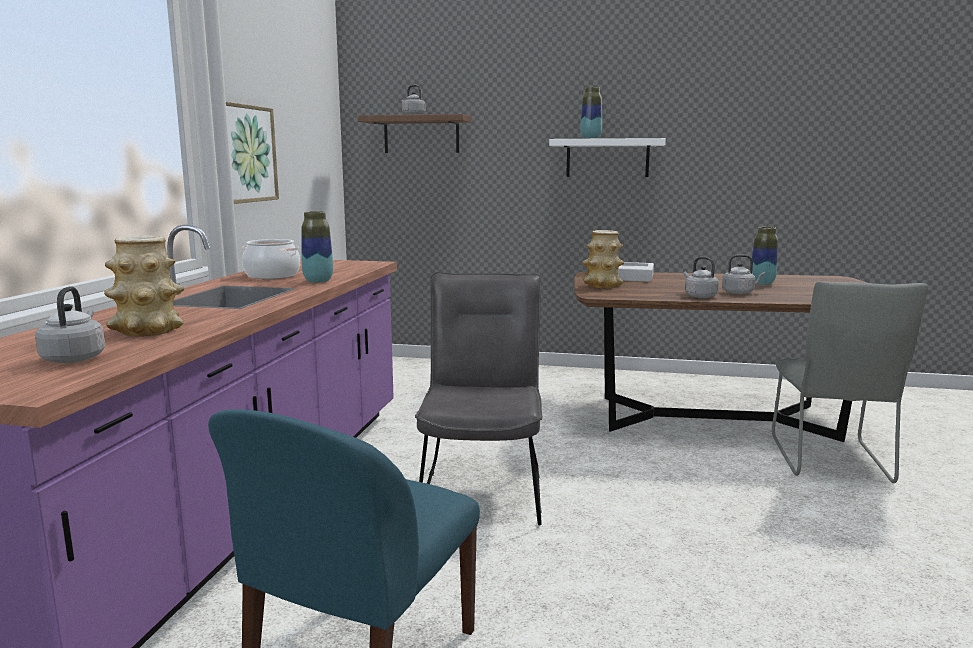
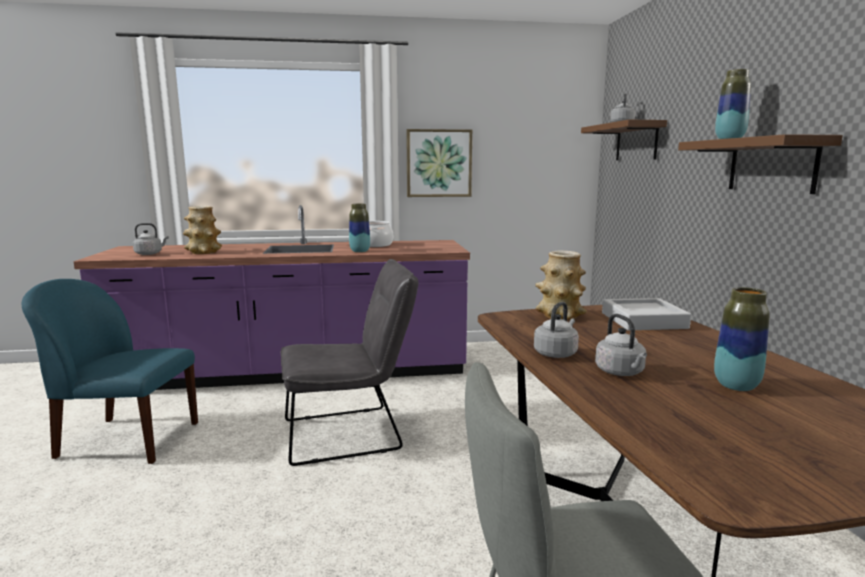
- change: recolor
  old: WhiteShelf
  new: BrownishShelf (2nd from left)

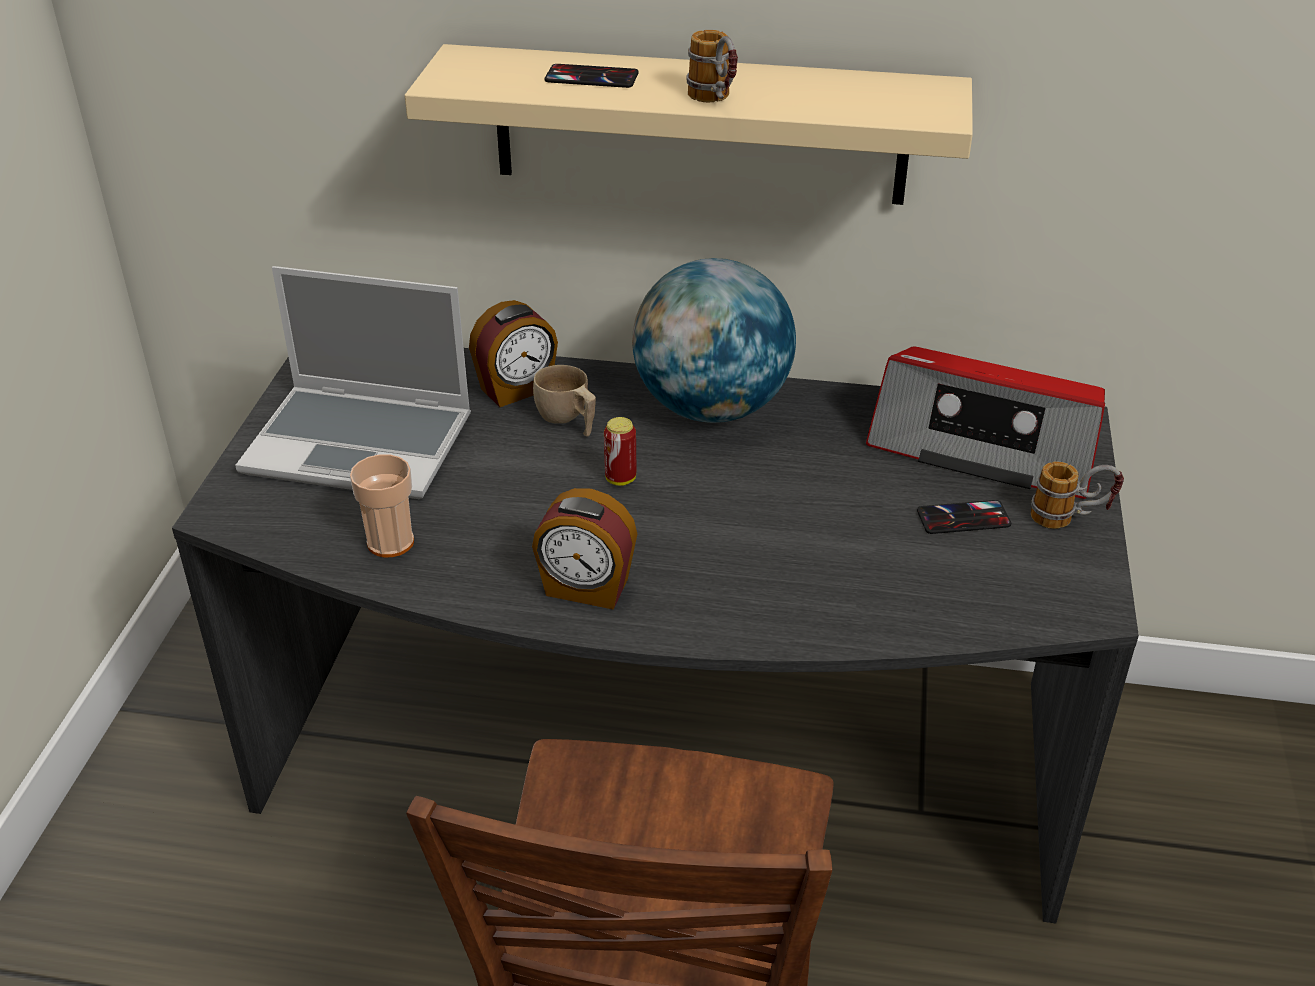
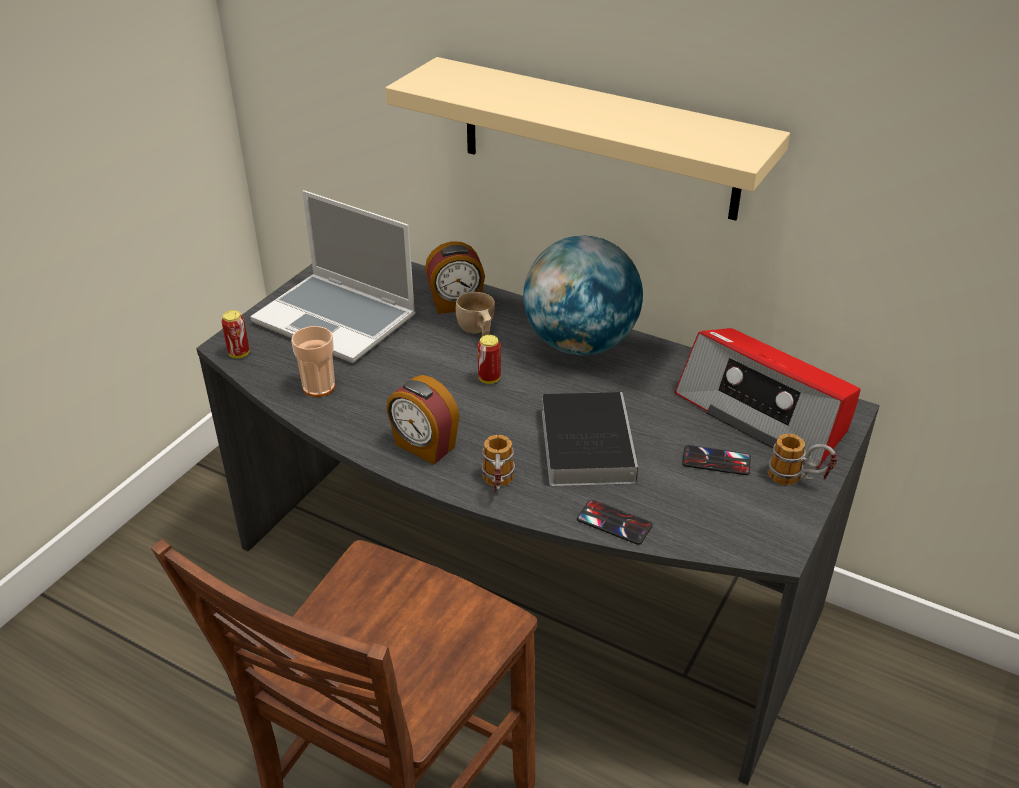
- change: insert
  new: Can (1st from left)
- change: move
  old: TeaMug (1st from left)
- change: insert
  new: BoundBook
- change: move
  old: Phone (1st from left)

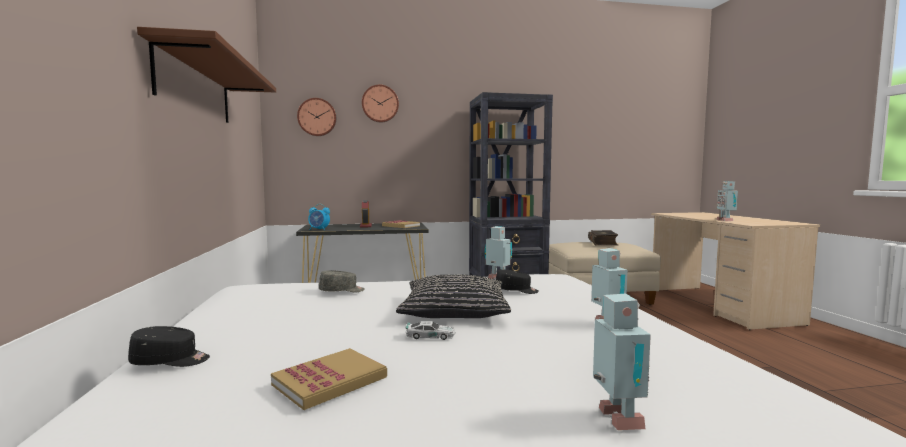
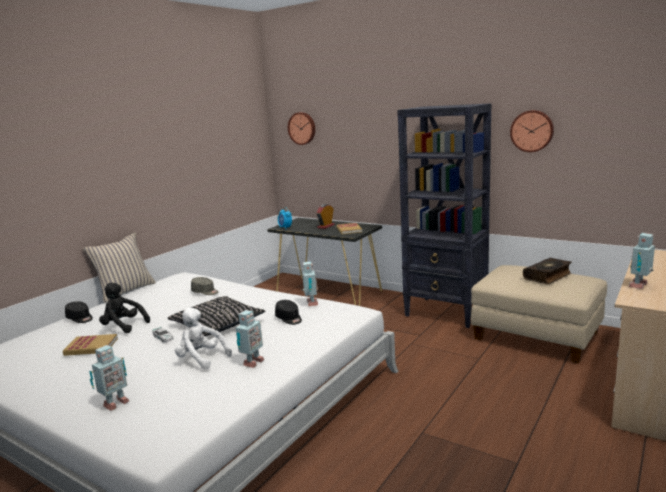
- change: insert
  new: SandColouredCushion
- change: insert
  new: BlackColouredSoftToy
- change: insert
  new: WhiteSoftToy
- change: move
  old: ClockOnTheWall (2nd from left)
- change: delete
  old: BrownishShelf

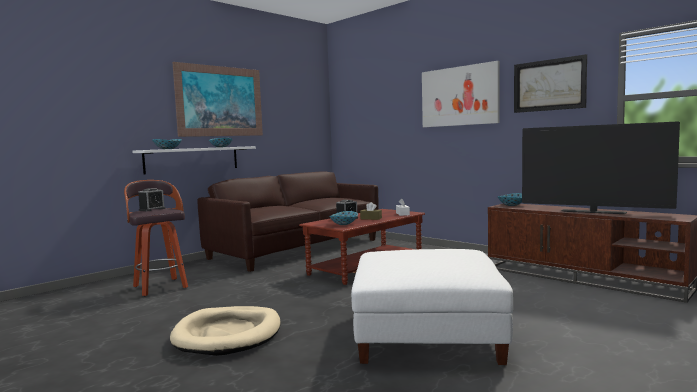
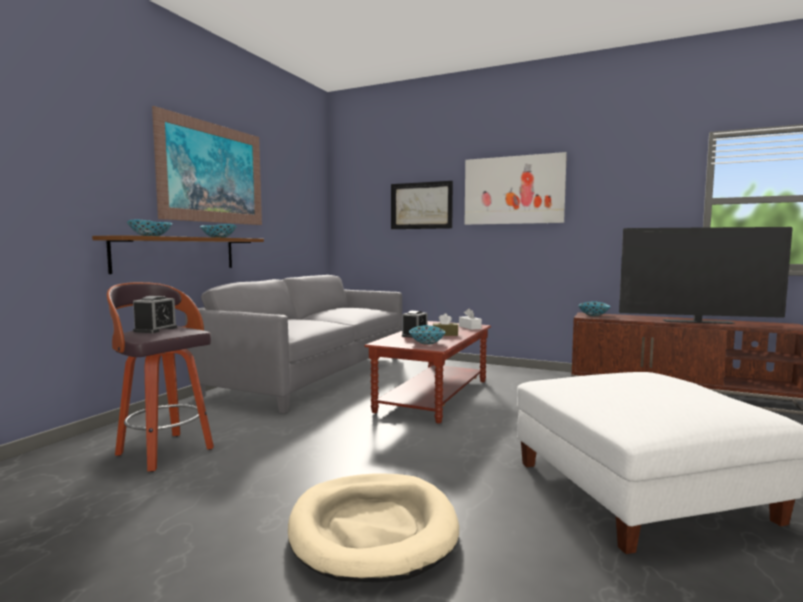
- change: recolor
  old: WhiteShelf
  new: BrownishShelf
- change: recolor
  old: BrownishSettee
  new: GraySettee
- change: move
  old: WallPicture (3rd from left in the first image)
  new: WallPicture (2nd from left)

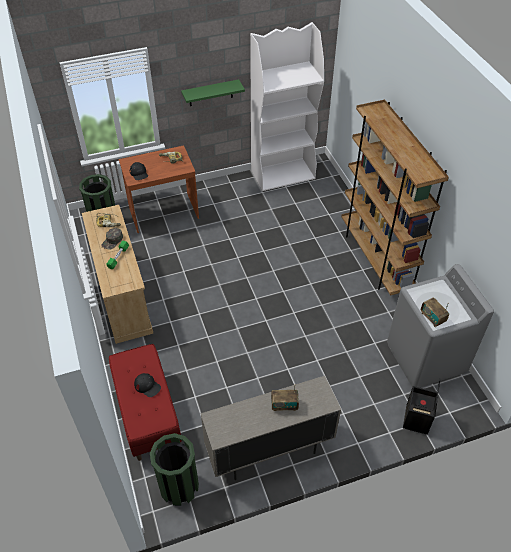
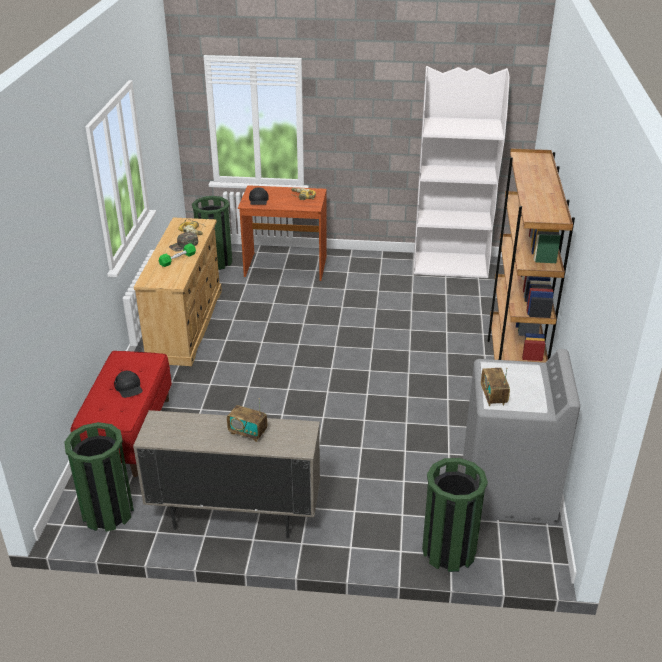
- change: replace
  old: BlackColouredStorageBin
  new: GreenColouredRubbishBin (3rd from left)
- change: delete
  old: GreenColouredShelf

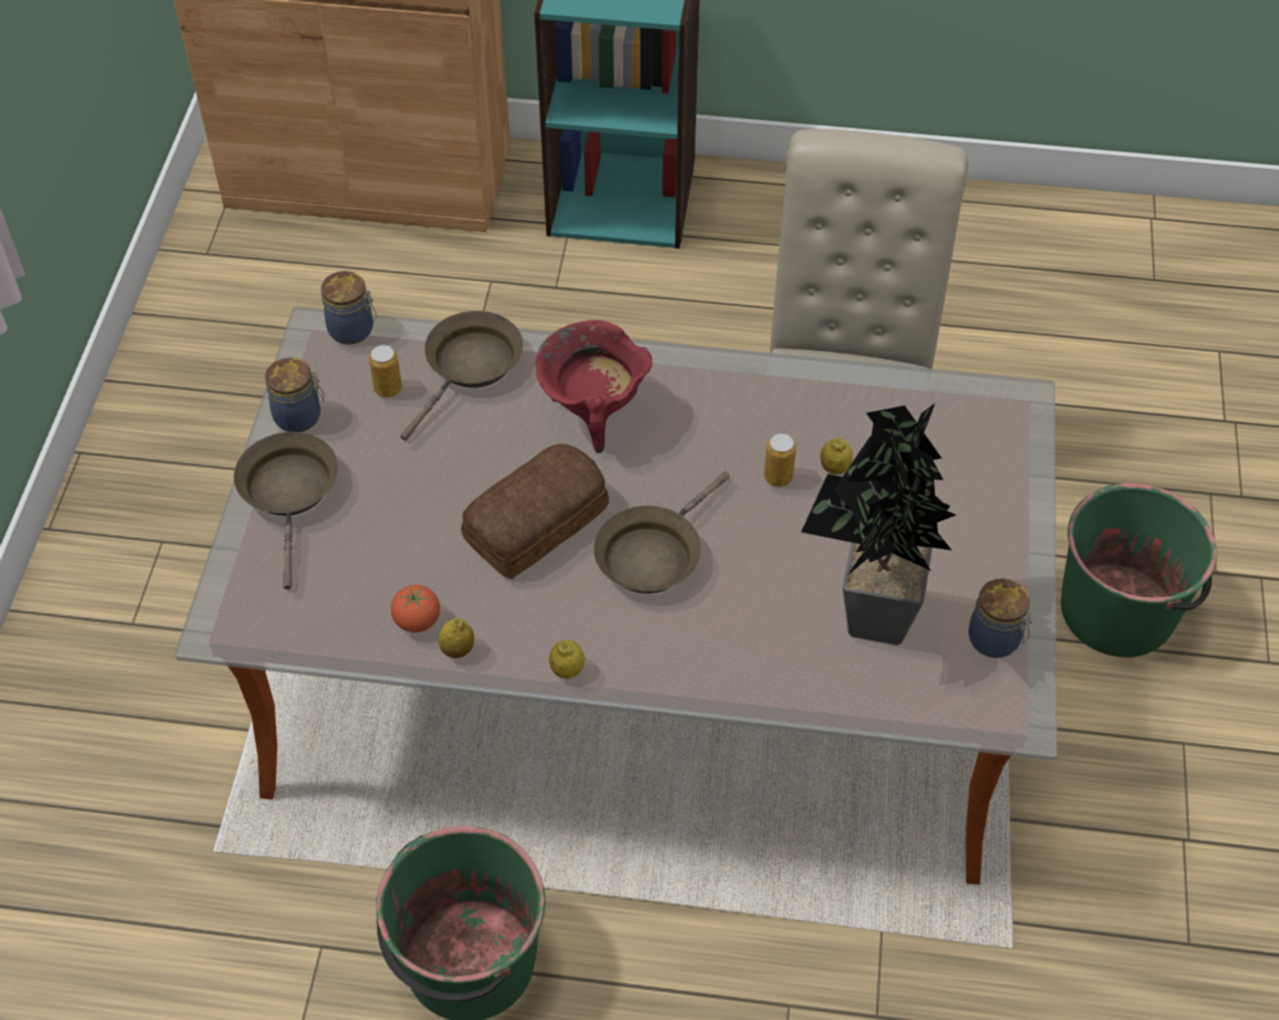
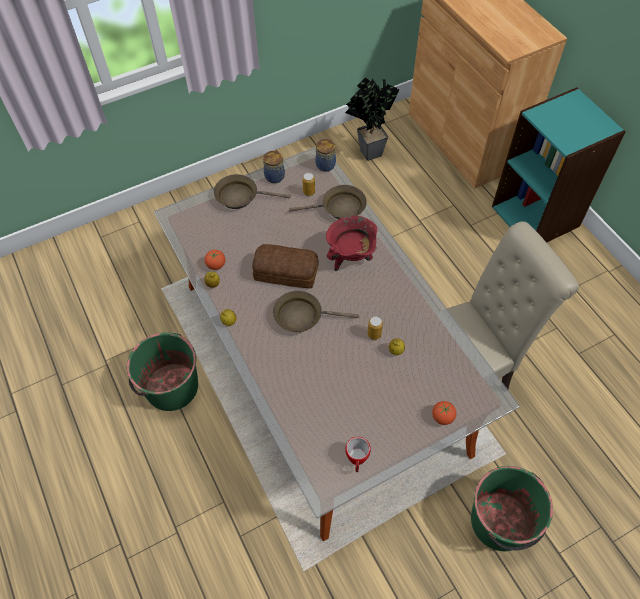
- change: rotate
  old: BrownishSkillet (1st from left)
  degrees: -135
- change: move
  old: Houseplant
- change: replace
  old: StorageJar (3rd from left)
  new: TeaMug
- change: insert
  new: FreshTomato (2nd from left)

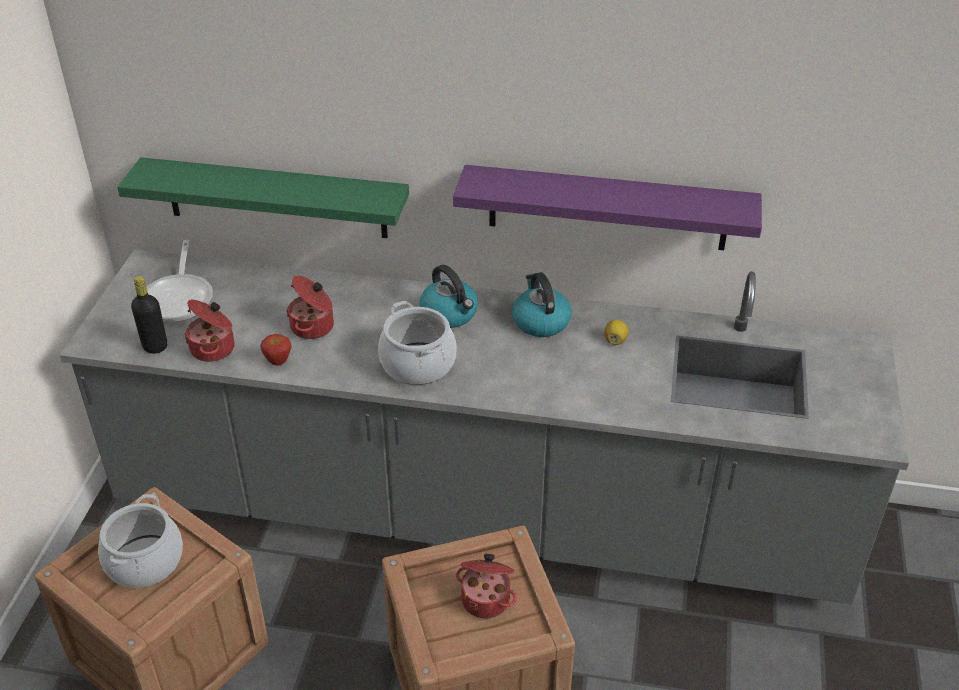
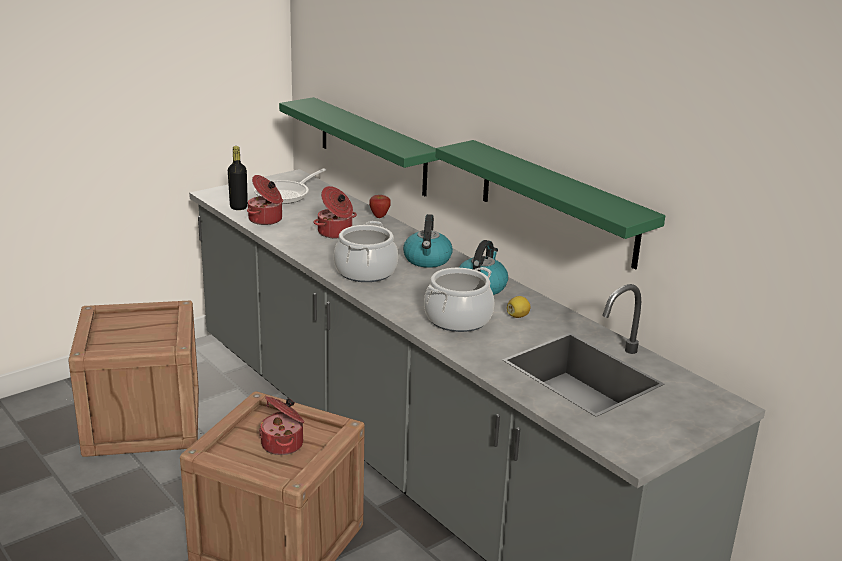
- change: move
  old: WholeApple
- change: move
  old: CookingPot (1st from left in the first image)
  new: CookingPot (5th from left)
- change: recolor
  old: PurpleColouredShelf
  new: GreenColouredShelf (2nd from left)

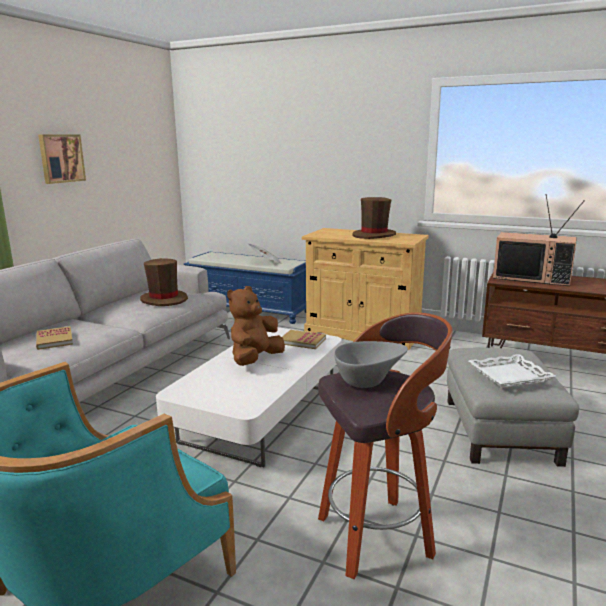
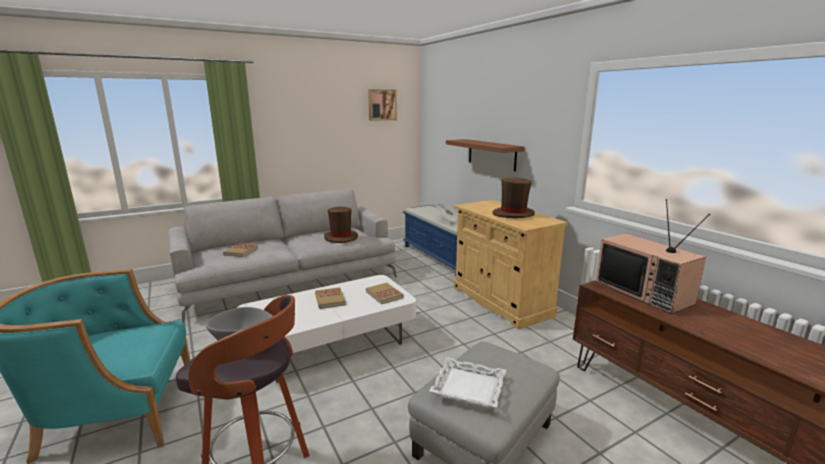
- change: replace
  old: BrownishSoftToy
  new: BoundBook (2nd from left)
- change: move
  old: WallPicture
- change: insert
  new: BrownishShelf

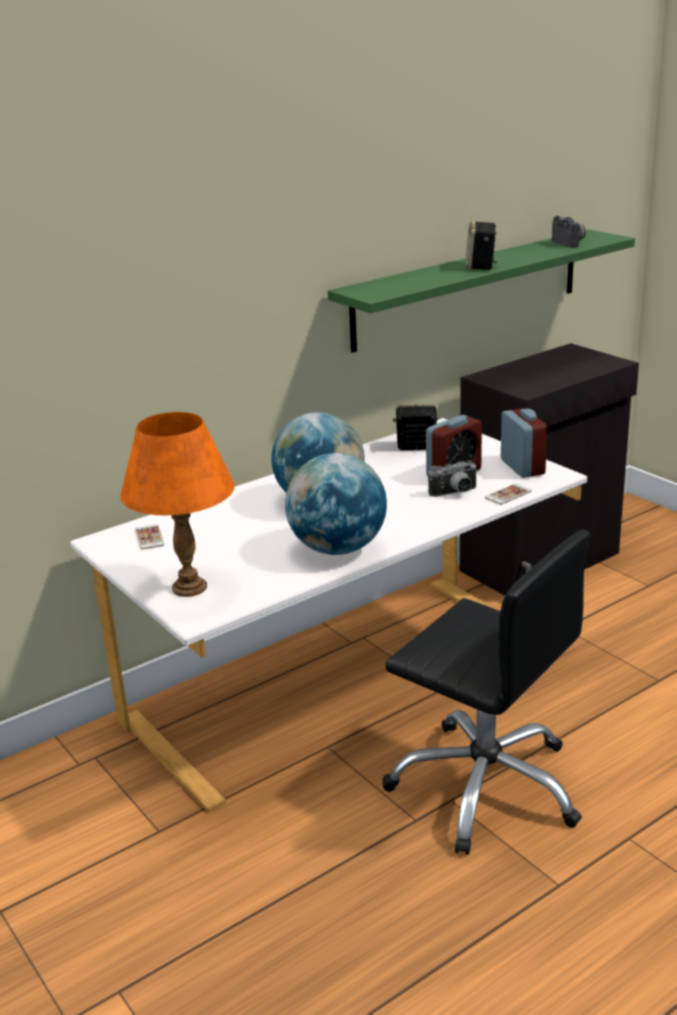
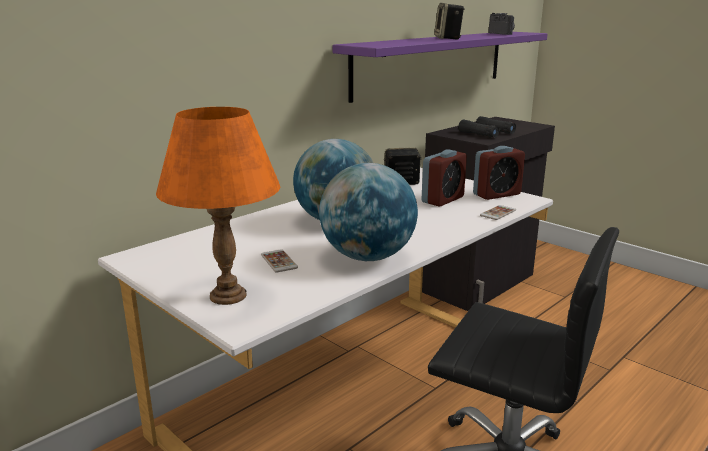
- change: move
  old: Phone (1st from left)
- change: recolor
  old: GreenColouredShelf
  new: PurpleColouredShelf
- change: insert
  new: BlackColouredFieldGlasses
- change: rotate
  old: TableClock (2nd from left)
  degrees: 90
- change: delete
  old: StillCamera (1st from left)

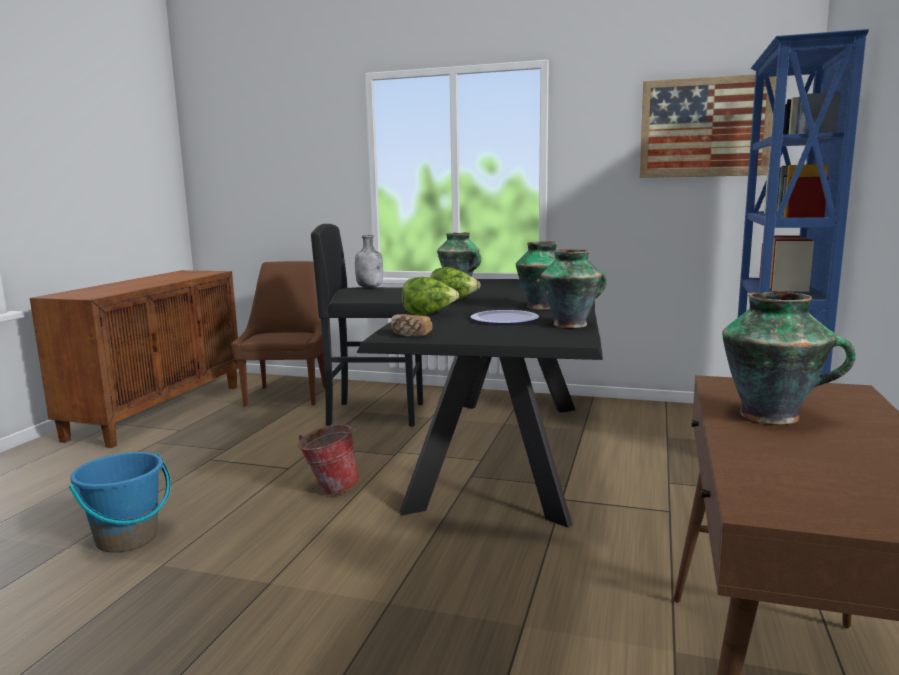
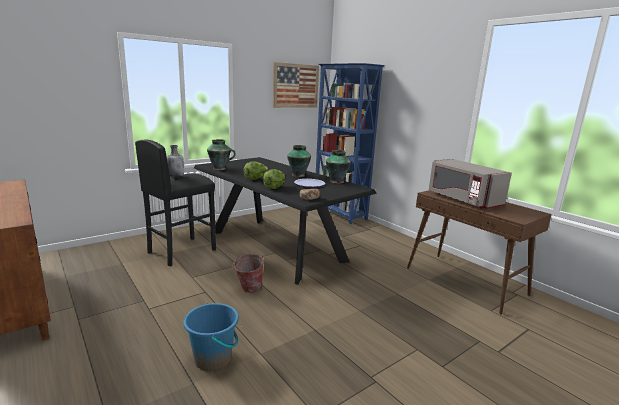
- change: replace
  old: DecorativeVase (4th from left)
  new: GrayMicrowave
- change: delete
  old: BrownishUprightChair

